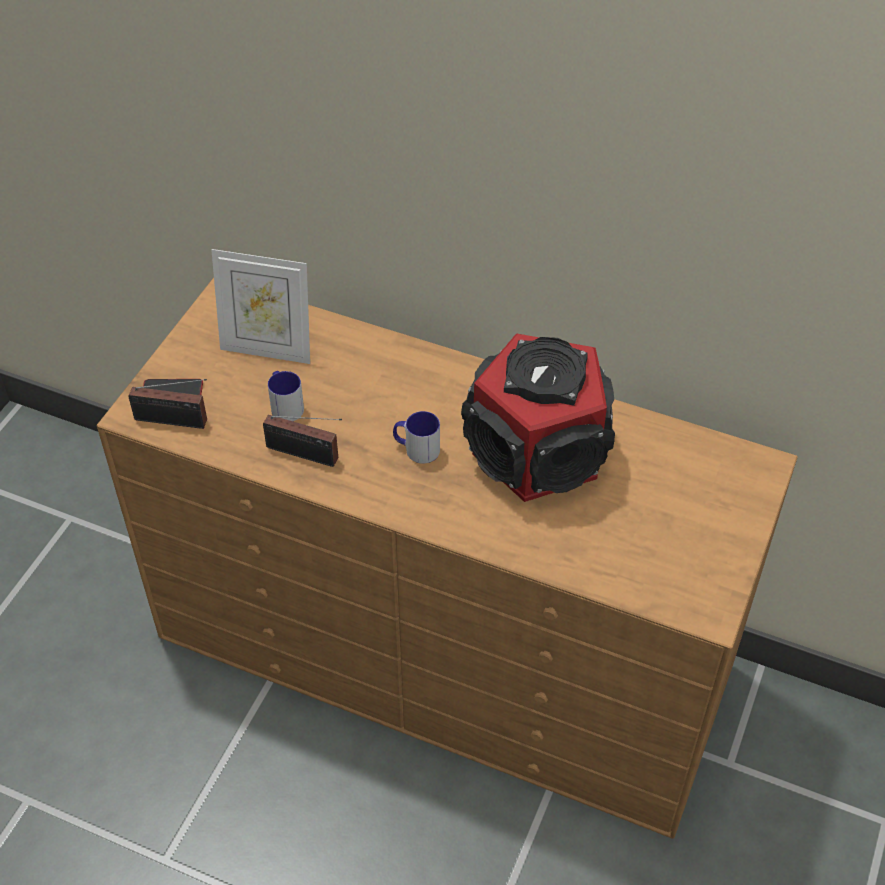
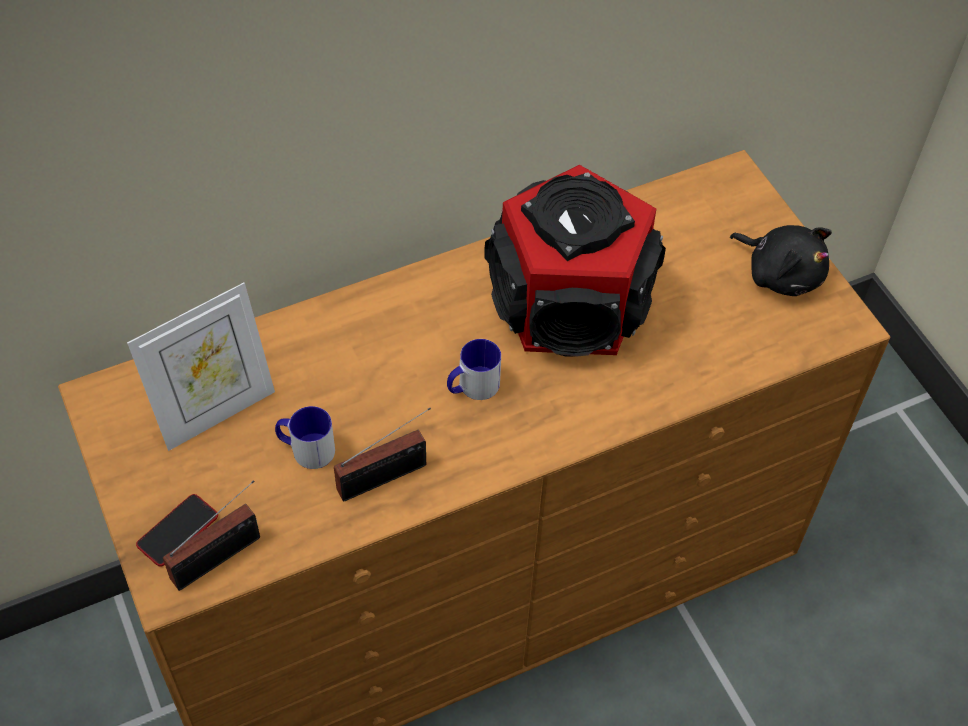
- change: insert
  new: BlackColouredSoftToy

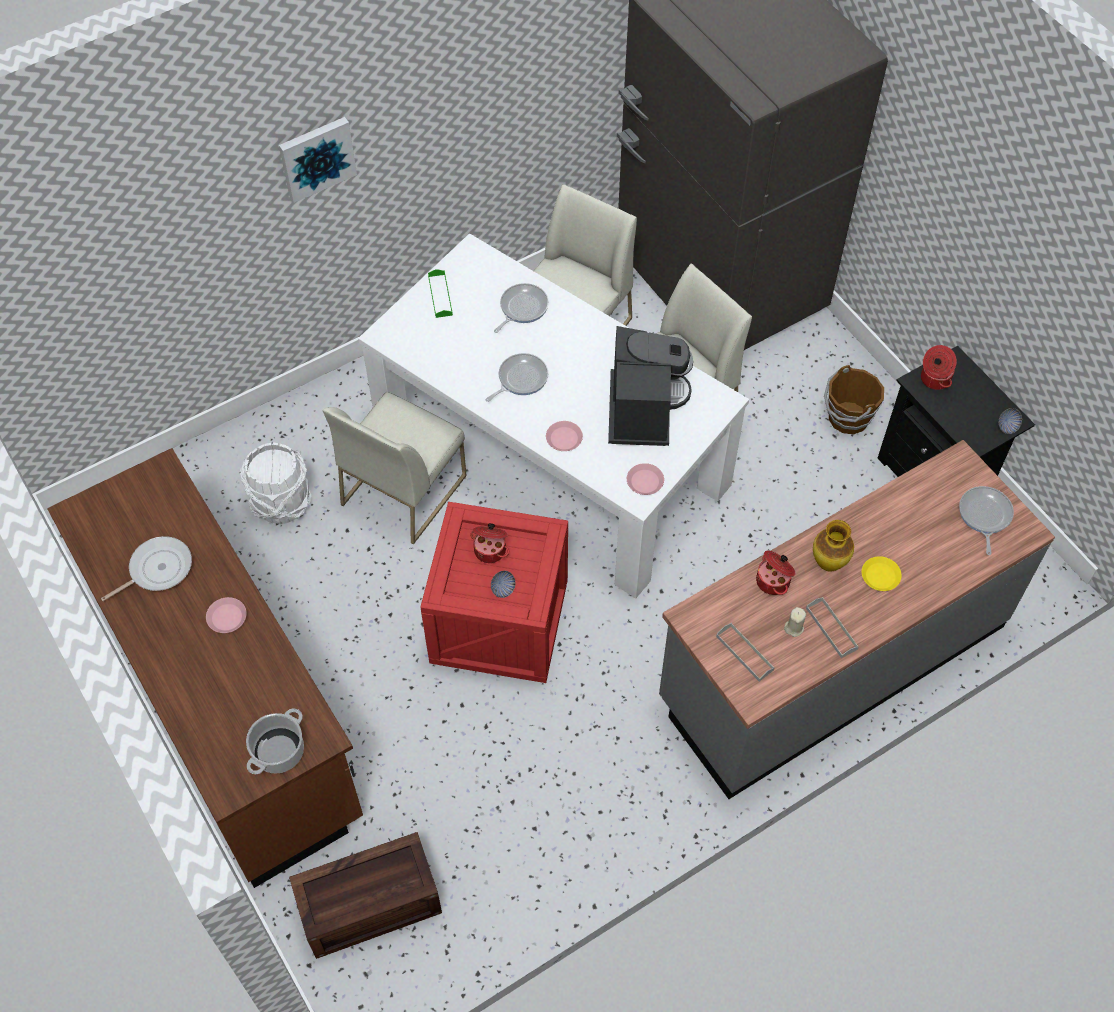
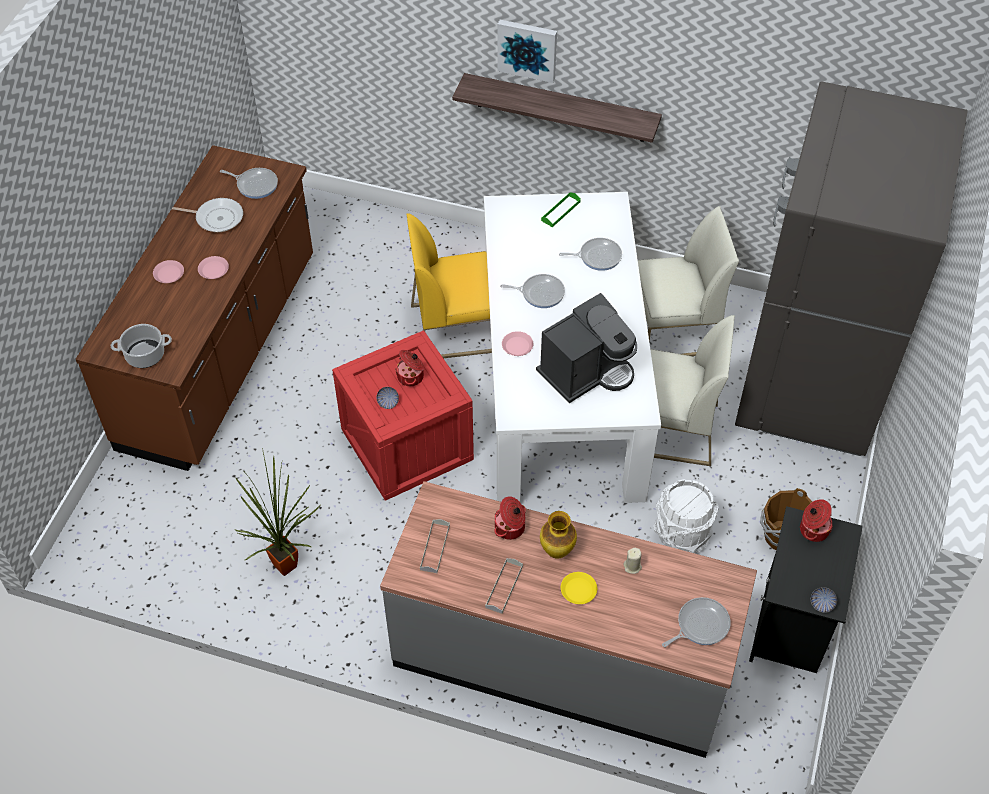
- change: move
  old: PinkishFlatDish (3rd from left in the first image)
  new: PinkishFlatDish (1st from left)
- change: insert
  new: Skillet (2nd from left)
- change: insert
  new: Houseplant
- change: recolor
  old: WhiteUprightChair (1st from left)
  new: YellowishUprightChair
- change: insert
  new: Shelf
- change: move
  old: SandColouredWaxCandle
- change: move
  old: WhitePail
- change: delete
  old: ShippingCrate (1st from left)

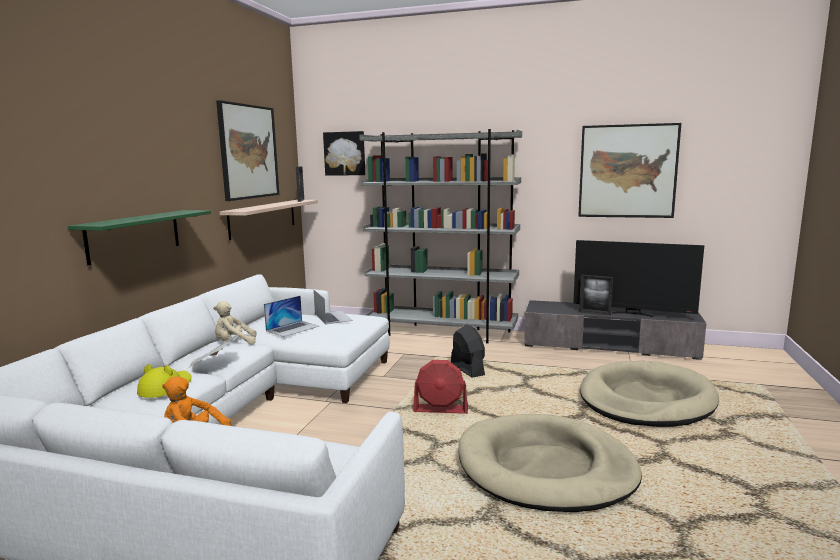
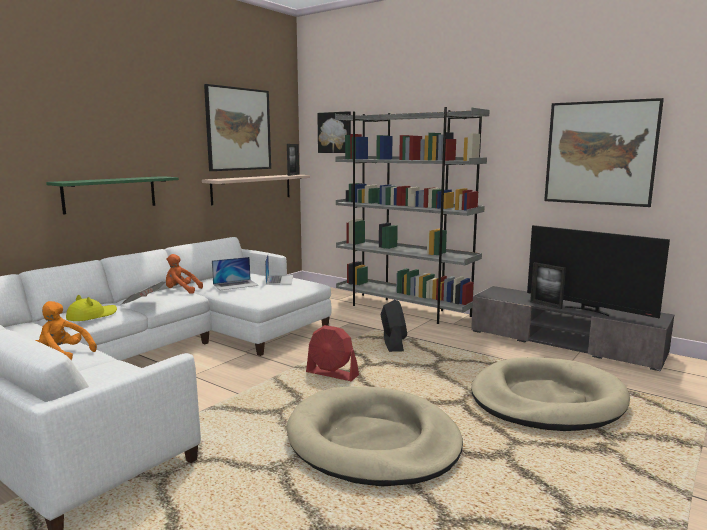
- change: recolor
  old: SandColouredSoftToy
  new: OrangeSoftToy (2nd from left)

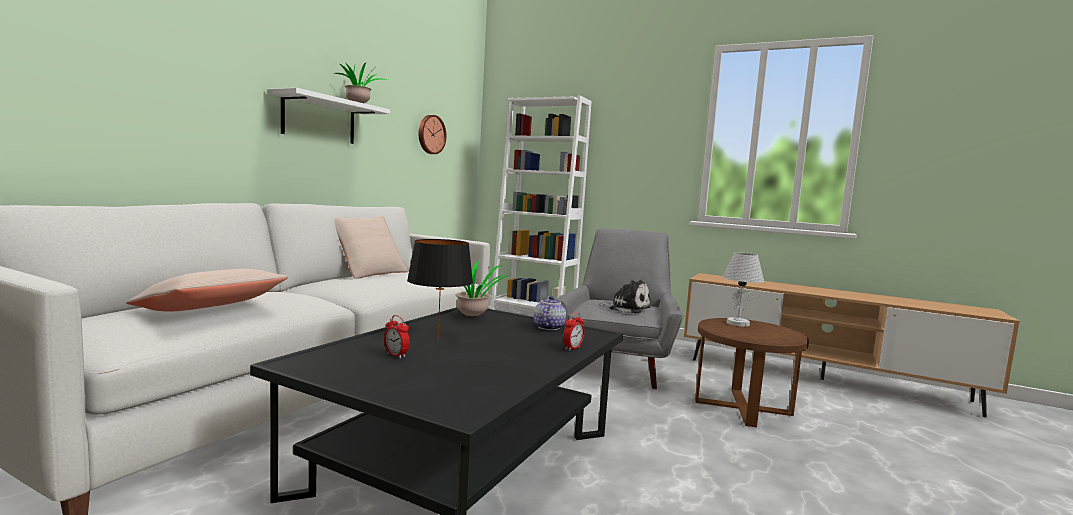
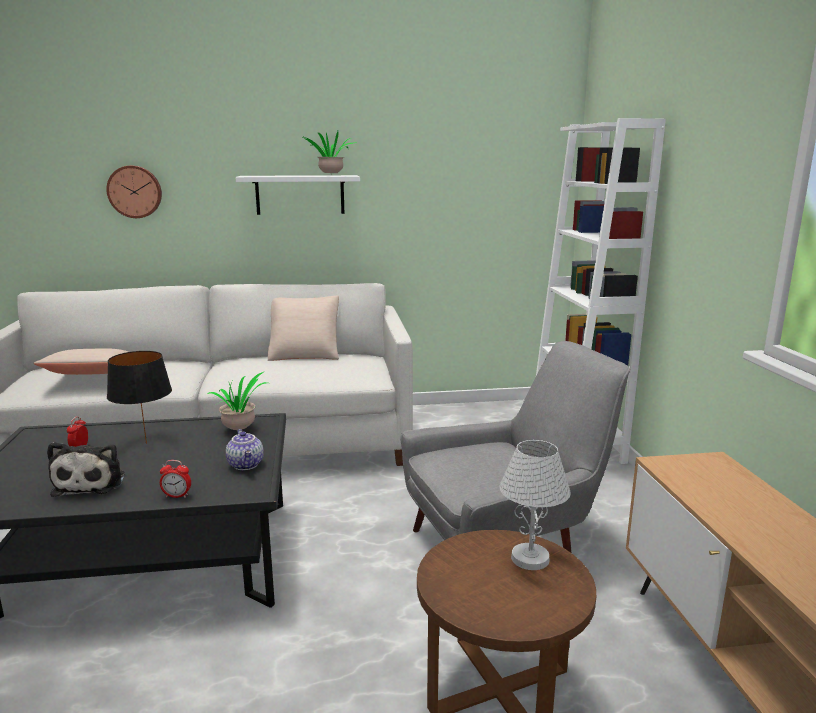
- change: move
  old: SoftToy
- change: move
  old: ClockOnTheWall
- change: rotate
  old: PotForTea
  degrees: 90

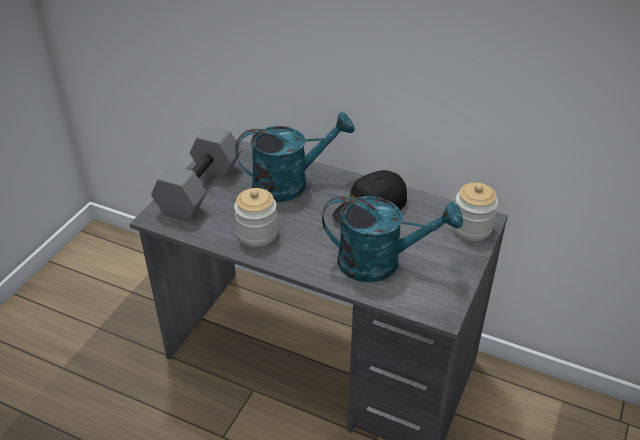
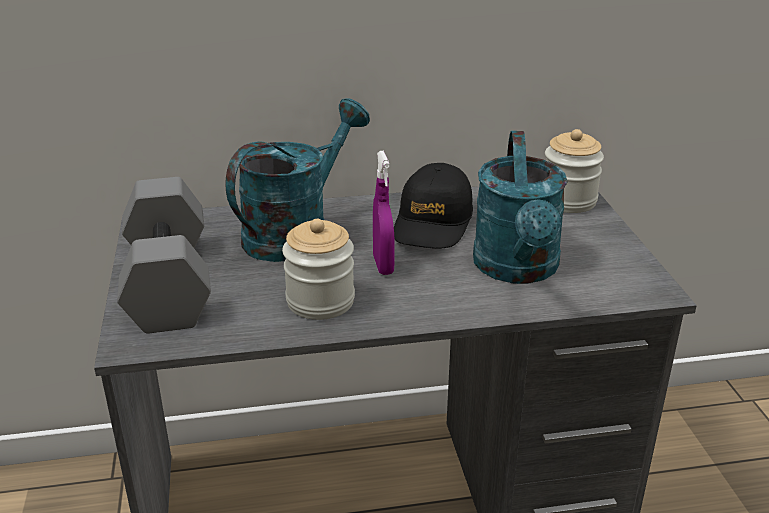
- change: insert
  new: PurpleColouredSprayBottle
- change: rotate
  old: TurquoiseWateringPot (2nd from left)
  degrees: 120

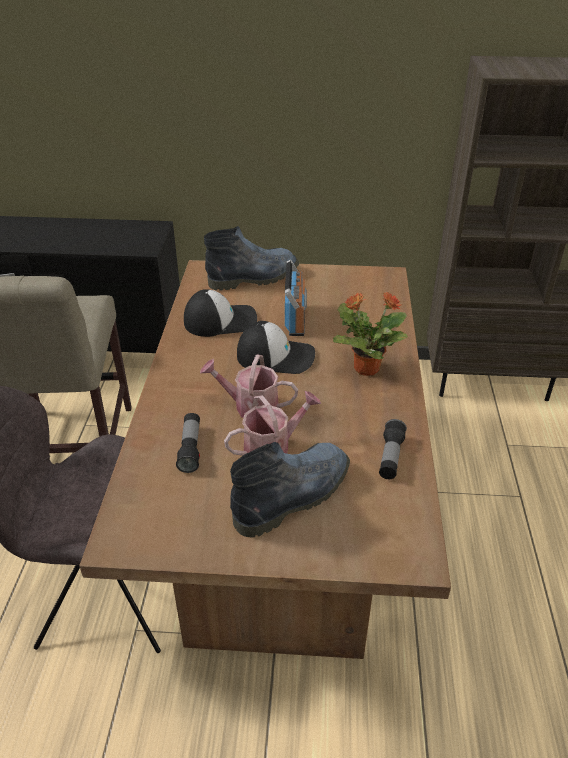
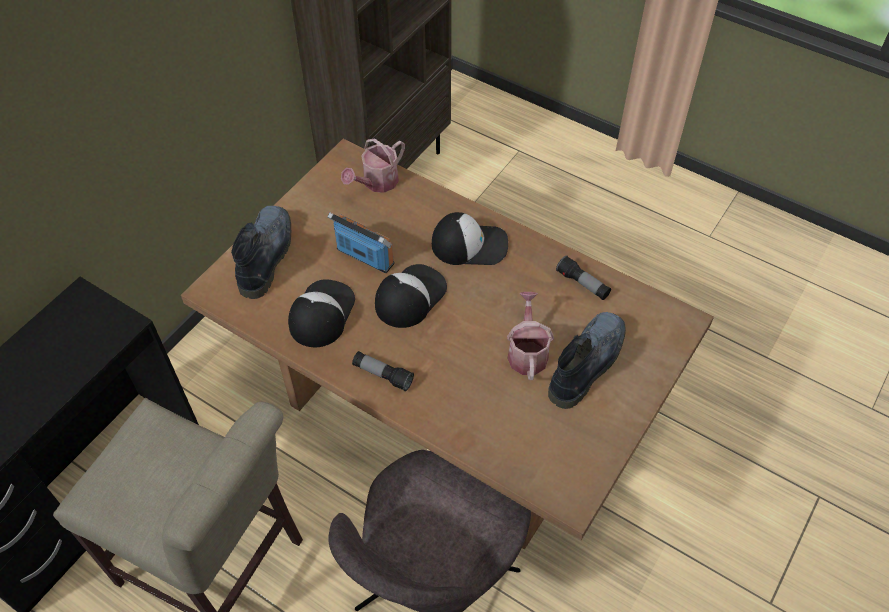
- change: move
  old: WateringPot (1st from left)
- change: move
  old: HandTorch (1st from left)
- change: replace
  old: Houseplant
  new: PeakedCap (3rd from left)
- change: rotate
  old: HighTopBoot (2nd from left)
  degrees: 45

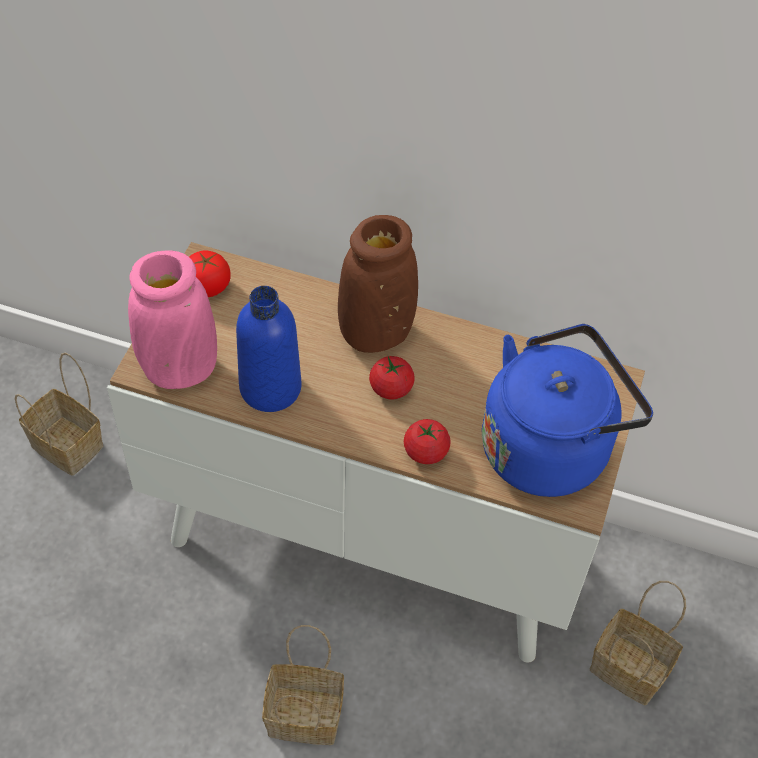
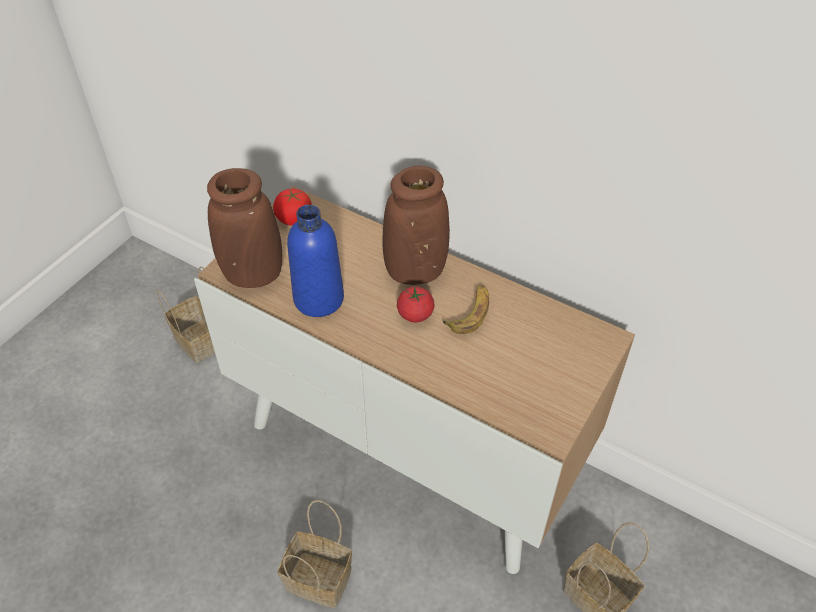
- change: recolor
  old: PinkishDecorativeVase
  new: BrownishDecorativeVase (1st from left)
- change: insert
  new: WholeBanana
- change: delete
  old: FreshTomato (3rd from left)
- change: delete
  old: BlueKettle

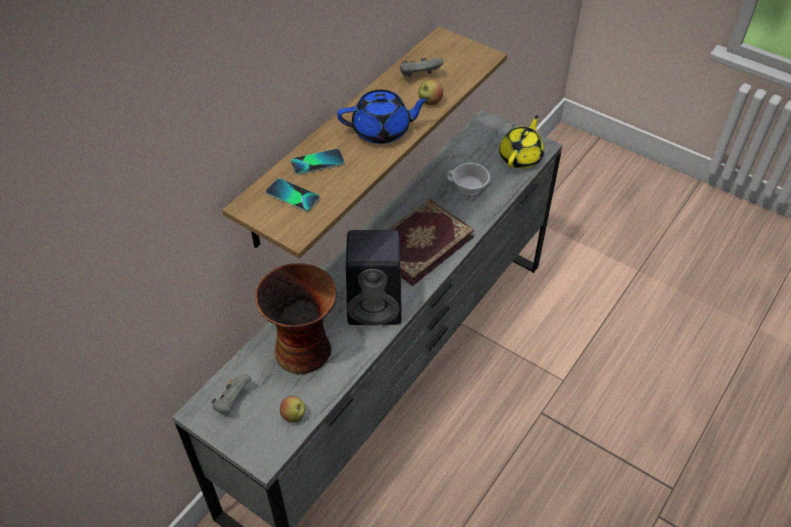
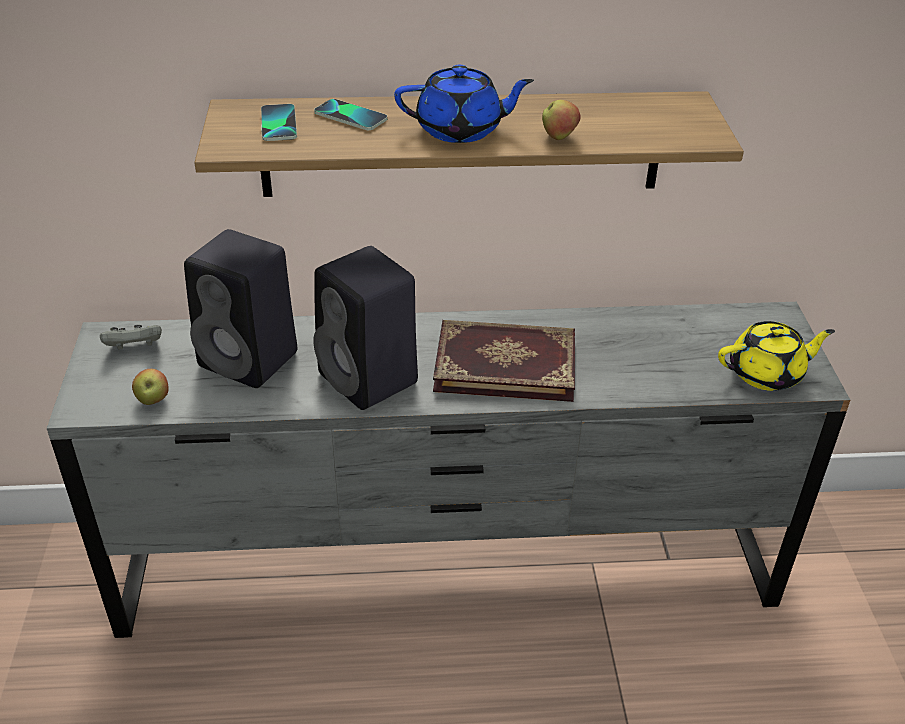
- change: replace
  old: DecorativeVase
  new: BlackColouredSpeaker (1st from left)
- change: rotate
  old: BluePotForTea
  degrees: -45
- change: delete
  old: GrayGamepad (2nd from left)
- change: delete
  old: WhiteCup

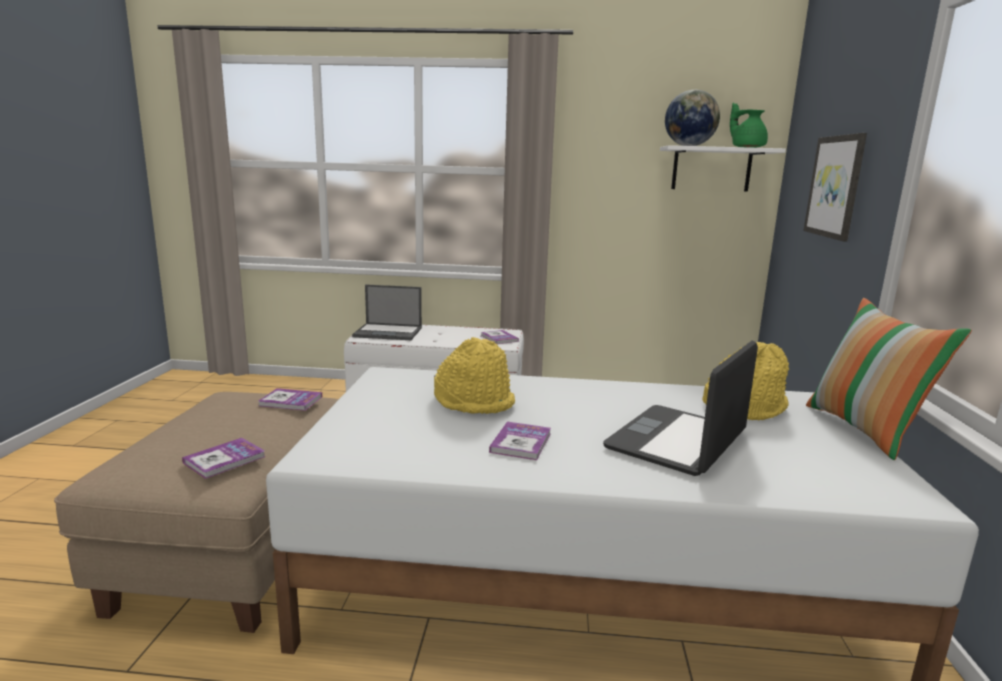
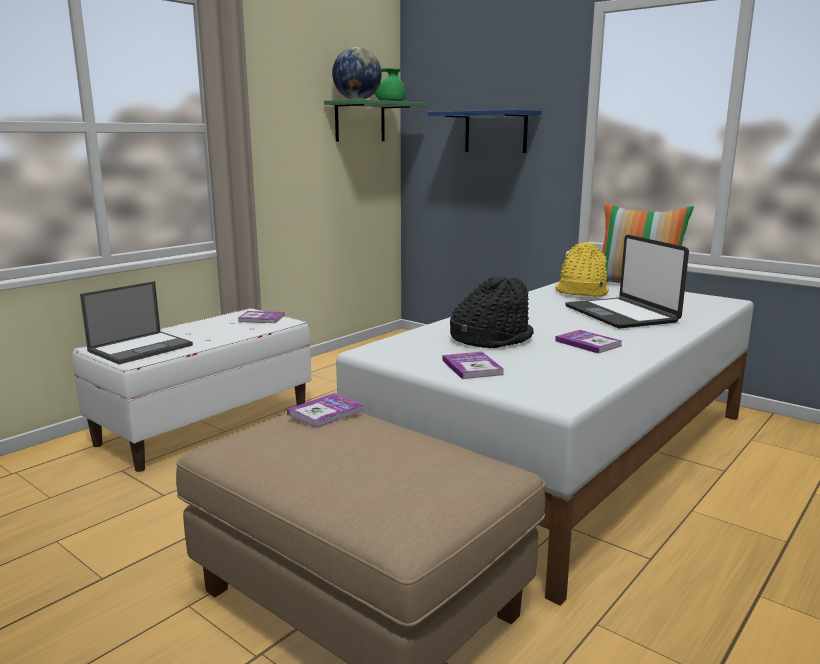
- change: recolor
  old: WhiteShelf
  new: GreenColouredShelf
- change: replace
  old: WallPicture
  new: BlueShelf
- change: move
  old: BoundBook (1st from left in the first image)
  new: BoundBook (3rd from left)
- change: recolor
  old: YellowishClothingHat (1st from left)
  new: BlackColouredClothingHat

